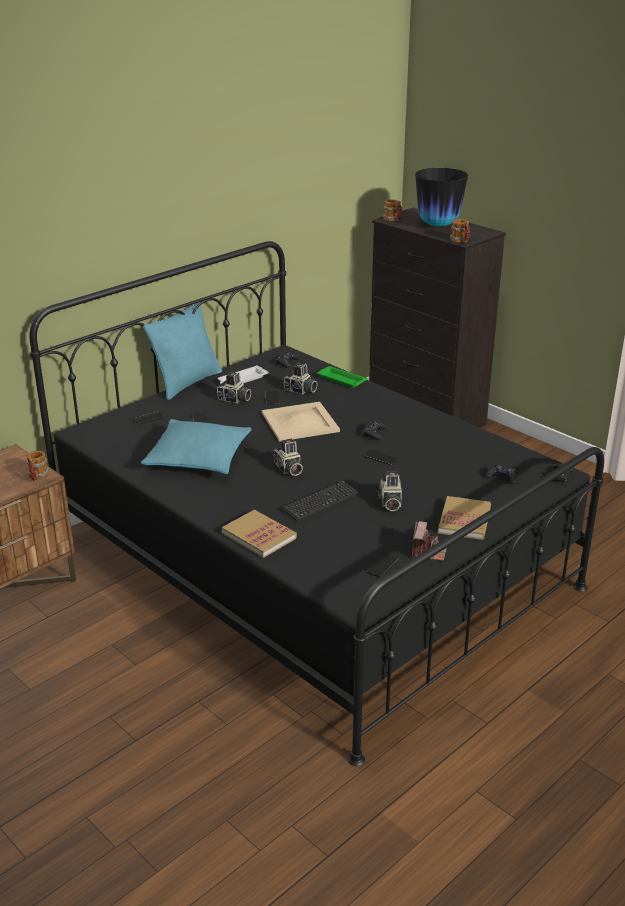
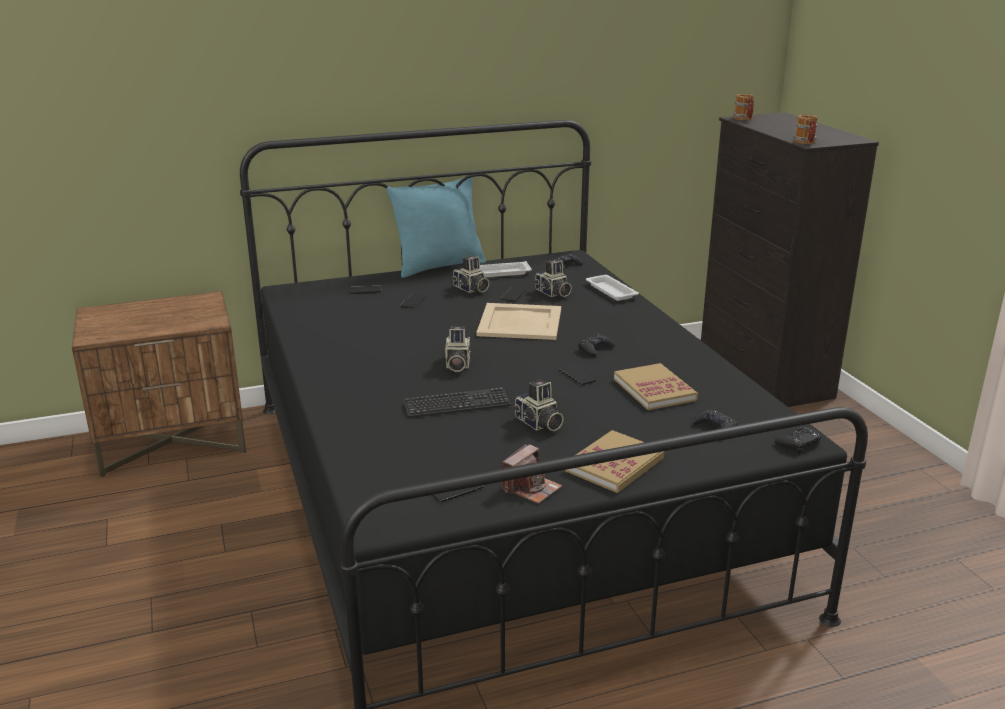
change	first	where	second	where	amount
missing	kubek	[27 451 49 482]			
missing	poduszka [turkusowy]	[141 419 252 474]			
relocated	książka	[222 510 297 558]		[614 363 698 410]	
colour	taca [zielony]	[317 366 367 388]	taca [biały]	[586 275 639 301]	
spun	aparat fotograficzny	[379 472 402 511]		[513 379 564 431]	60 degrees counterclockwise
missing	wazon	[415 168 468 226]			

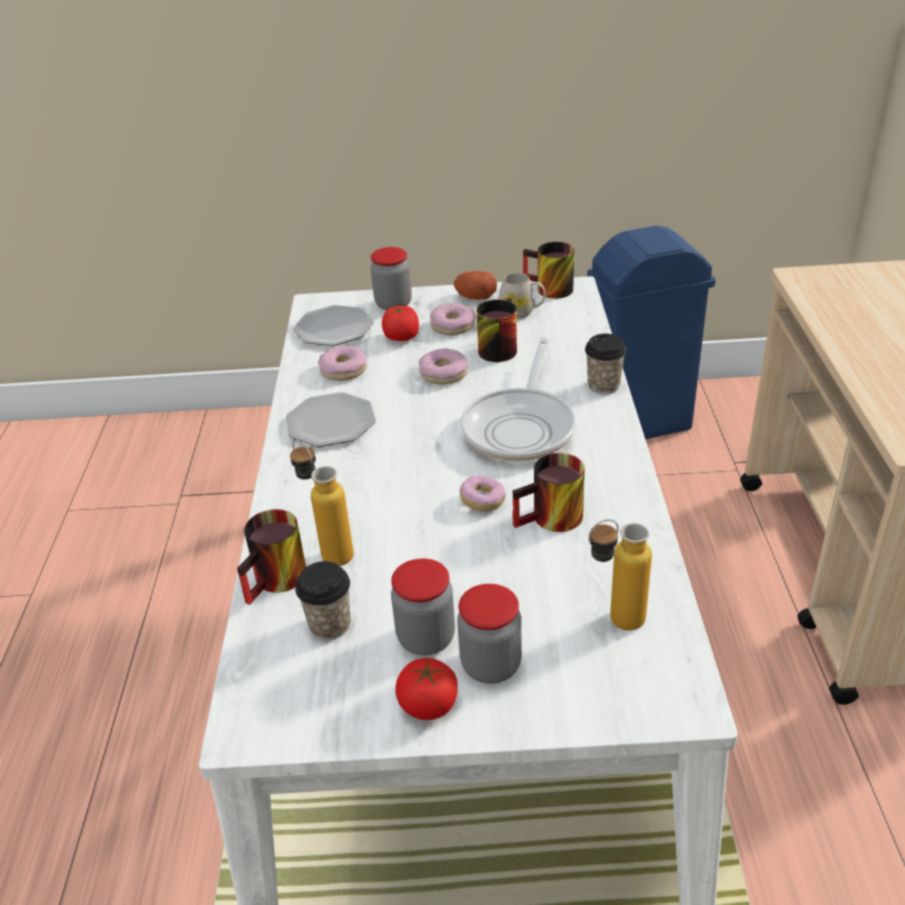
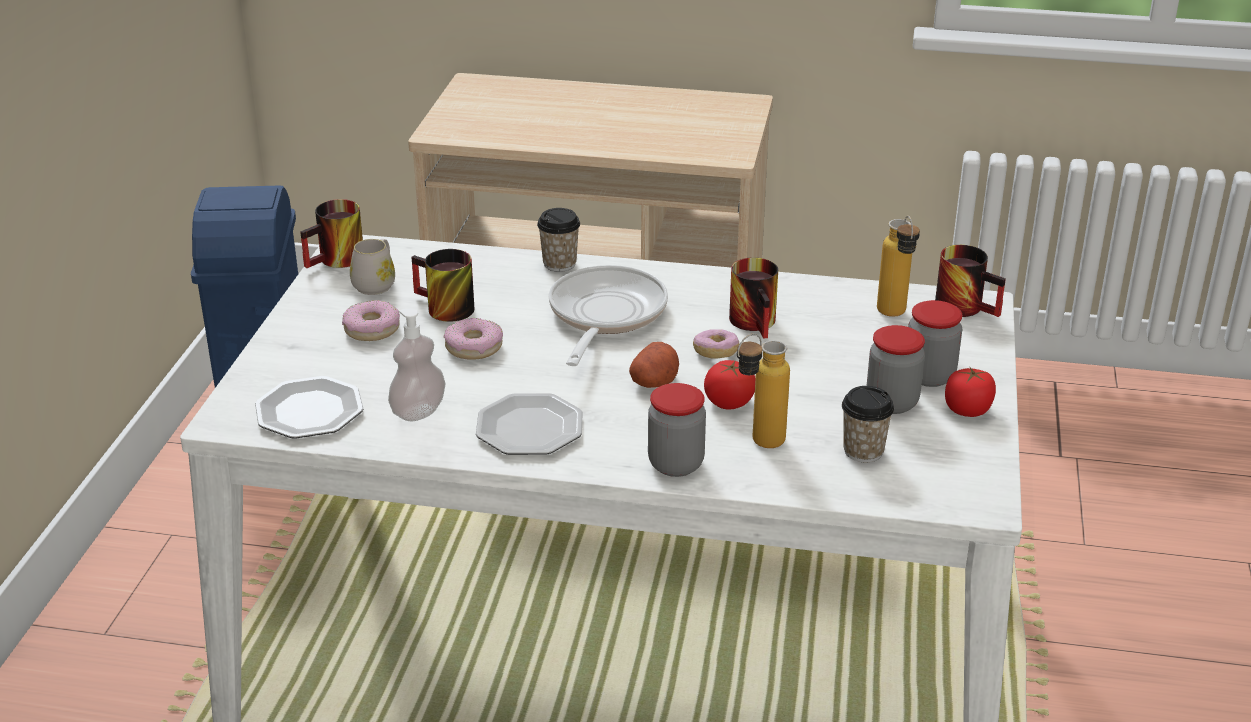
change	first	where	second	where	amount
relocated	kubek	[237 509 306 605]		[935 245 1006 317]	
exchanged	donut	[318 346 367 381]	dozownik mydła	[388 309 446 421]	
relocated	słoik	[371 247 412 311]		[648 383 706 477]	
relocated	pomidor	[382 306 419 341]		[704 360 755 410]	
relocated	ziemniak	[454 271 497 300]		[629 342 679 388]	
spun	patelnia	[461 337 576 462]		[549 265 668 366]	105 degrees counterclockwise

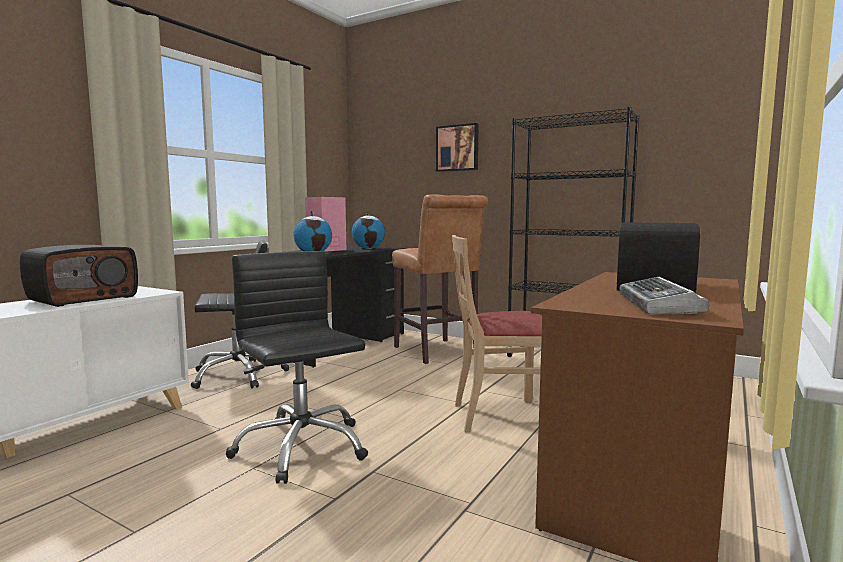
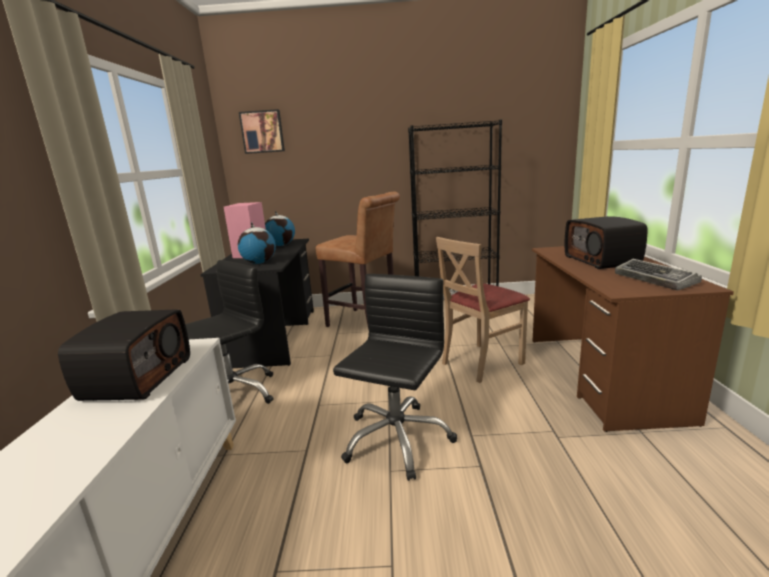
change	first	where	second	where	amount
spun	krzesło biurowe [czarny]	[226 251 368 484]		[333 274 457 481]	90 degrees clockwise
relocated	obraz	[436 123 479 172]		[239 109 285 154]	

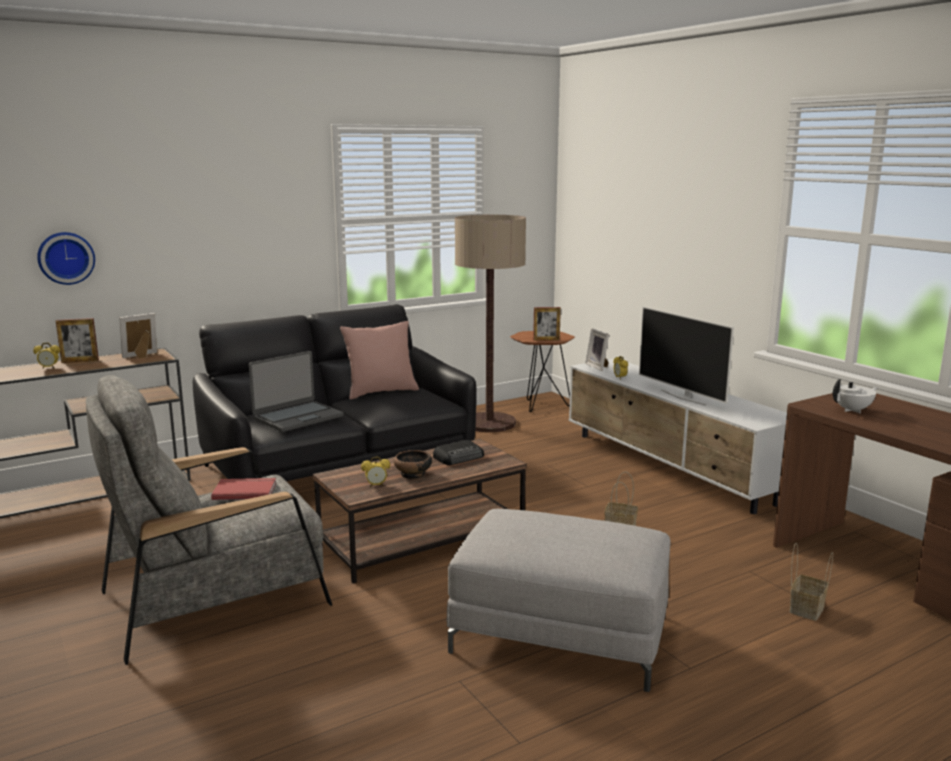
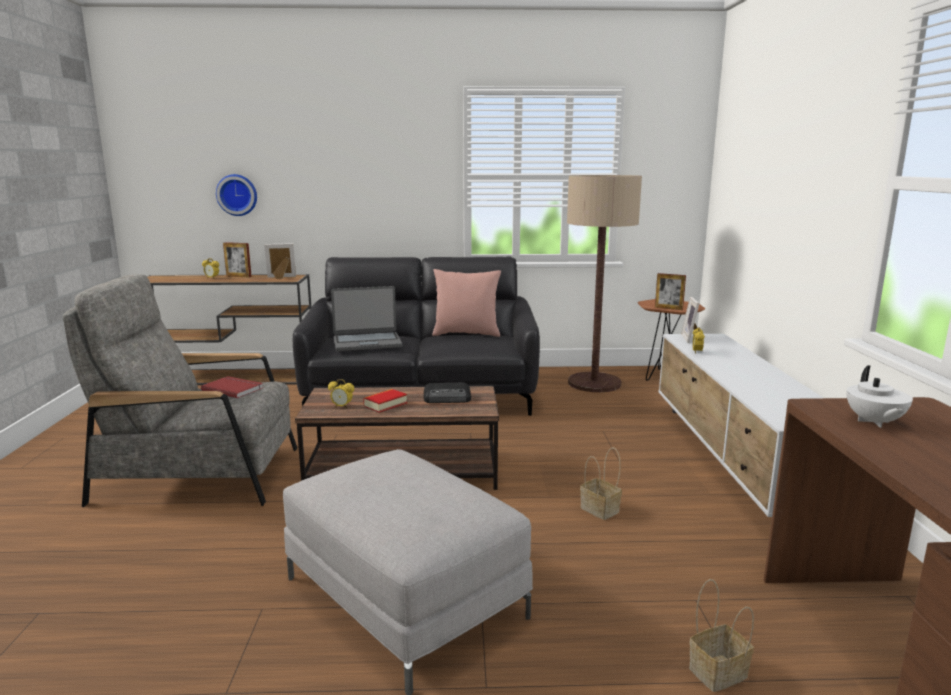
change	first	where	second	where	amount
exchanged	miska	[394 450 432 479]	książka	[363 389 407 413]	
missing	telewizor	[639 306 734 406]			
spun	imbryk [biały]	[833 379 878 413]		[846 365 913 428]	90 degrees clockwise

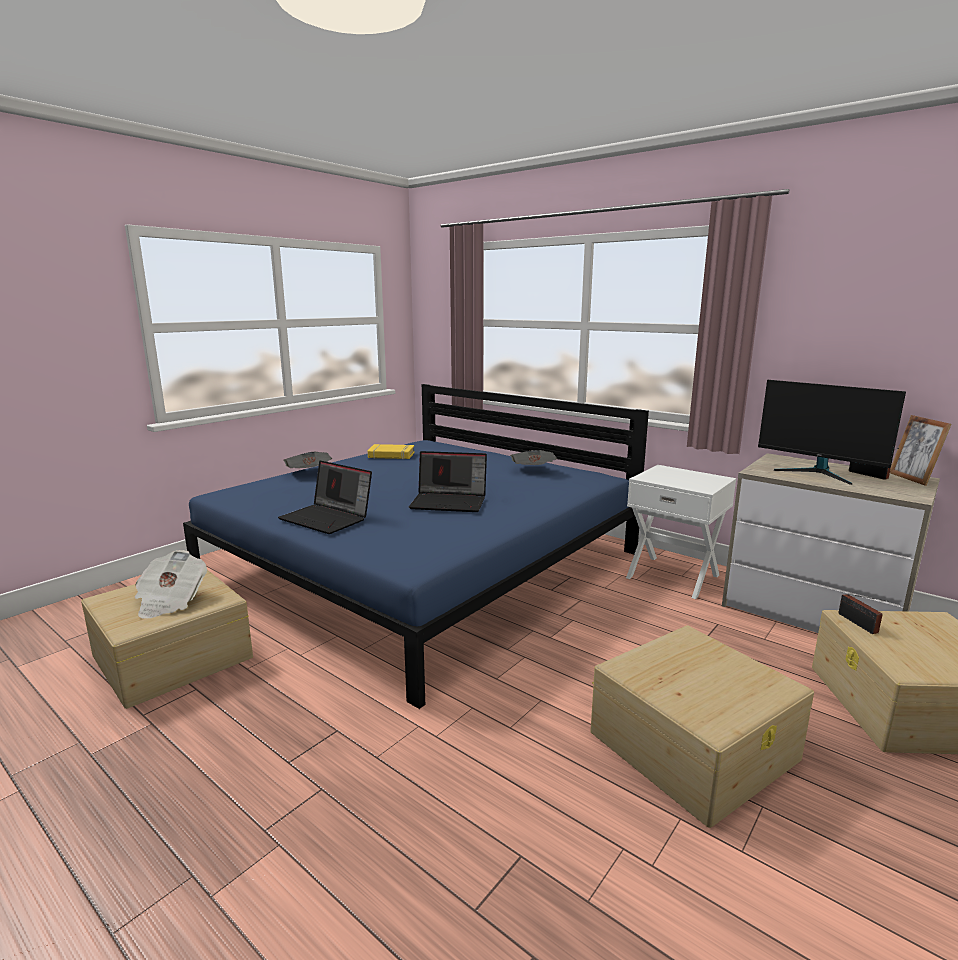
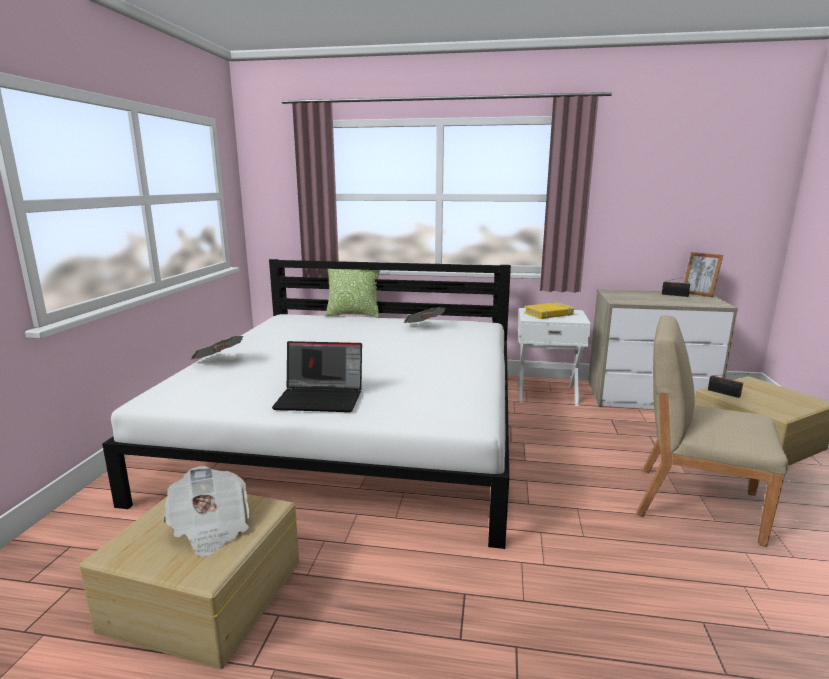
change	first	where	second	where	amount
colour	łóżko [niebieski]	[183 384 649 709]	łóżko [biały]	[102 259 511 549]	
relocated	książka [żółty]	[368 444 415 459]		[524 302 574 319]	
missing	laptop	[409 451 487 512]			
exchanged	pojemnik do przechowywania [beżowy]	[591 625 814 828]	krzesło [beżowy]	[636 315 788 547]	
missing	monitor	[758 380 906 485]			
appeared			poduszka	[325 269 380 317]	

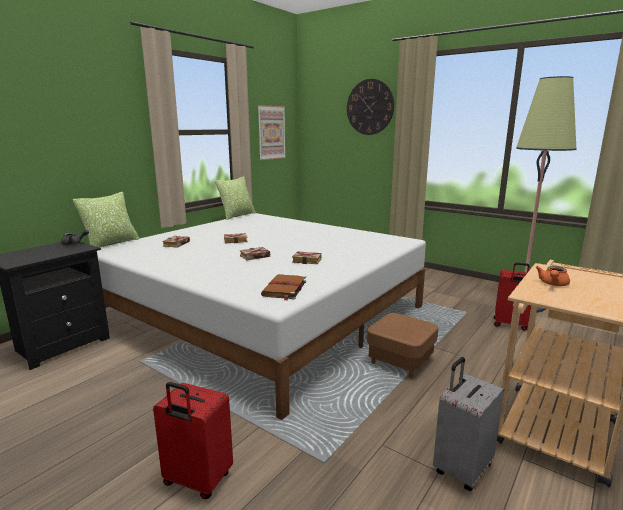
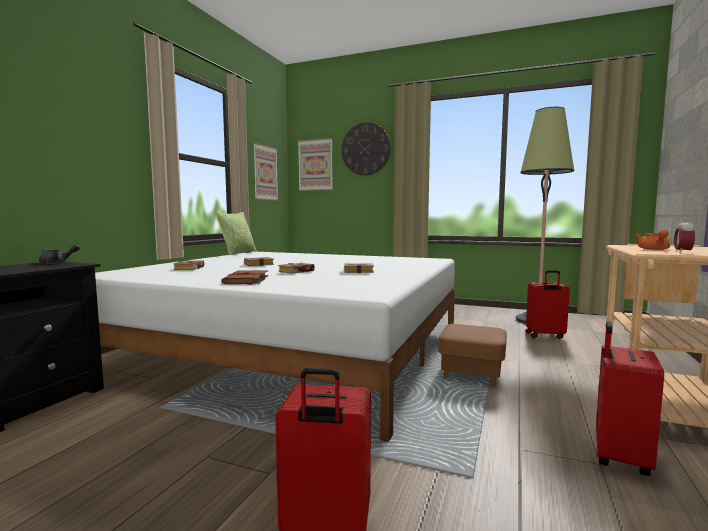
change	first	where	second	where	amount
missing	poduszka	[73 192 139 248]			
relocated	książka [brązowy]	[261 274 306 301]		[221 270 268 285]	
colour	walizka [szary]	[433 357 504 491]	walizka [czerwony]	[596 321 664 476]	
appeared			obraz	[298 138 333 191]	
appeared			budzik	[674 218 695 252]	

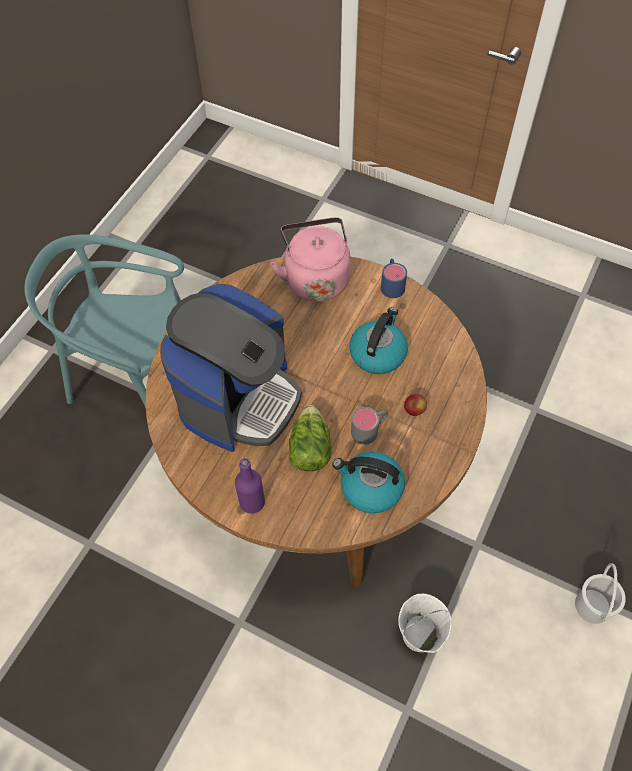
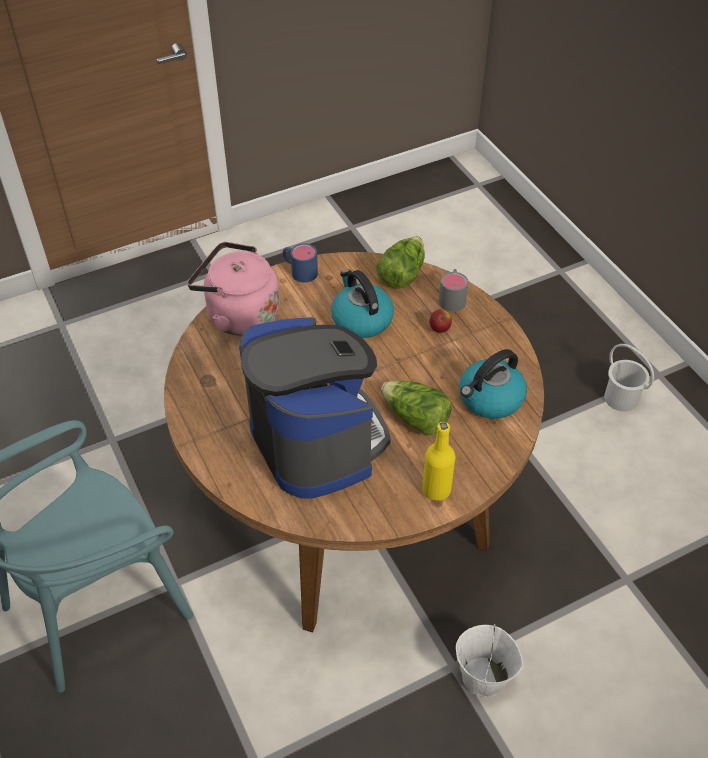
change	first	where	second	where	amount
colour	butelka [fioletowy]	[235 458 265 514]	butelka [żółty]	[423 422 455 501]	
relocated	kubek [szary]	[351 407 388 445]		[439 269 468 312]	
relocated	wiadro [biały]	[398 594 451 653]		[456 624 523 697]	
appeared			sałata	[376 236 425 289]	

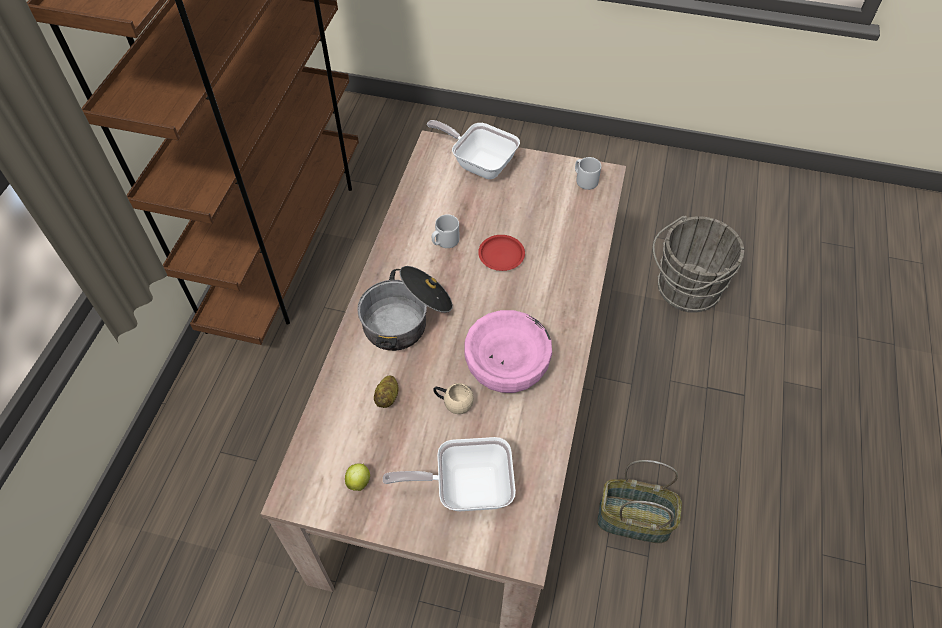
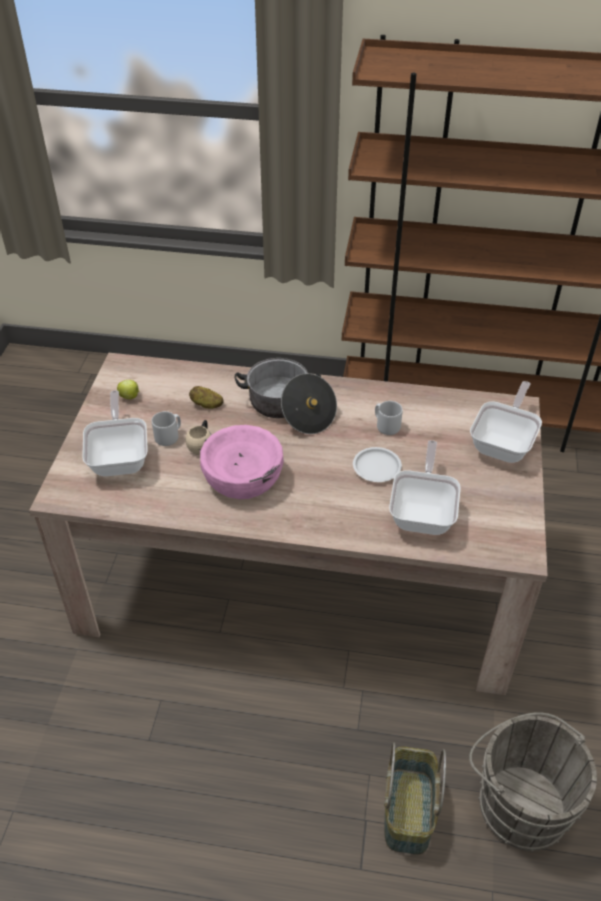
change	first	where	second	where	amount
colour	talerz [czerwony]	[478 235 525 271]	talerz [biały]	[353 447 402 482]	
relocated	kubek [szary]	[575 157 601 190]		[152 411 181 446]	
relocated	koszyk	[597 460 682 543]		[384 742 446 855]	
appeared			patelnia	[389 440 461 535]	

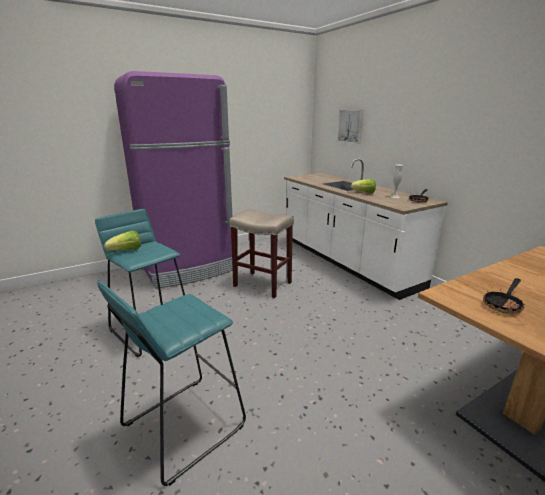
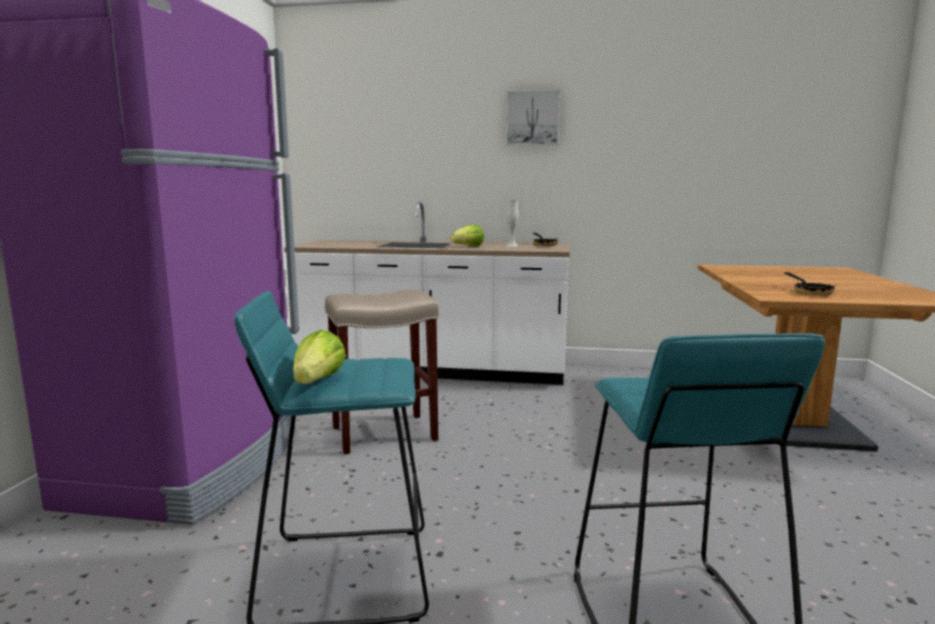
change	first	where	second	where	amount
relocated	obraz	[337 110 364 144]		[506 90 560 146]	

